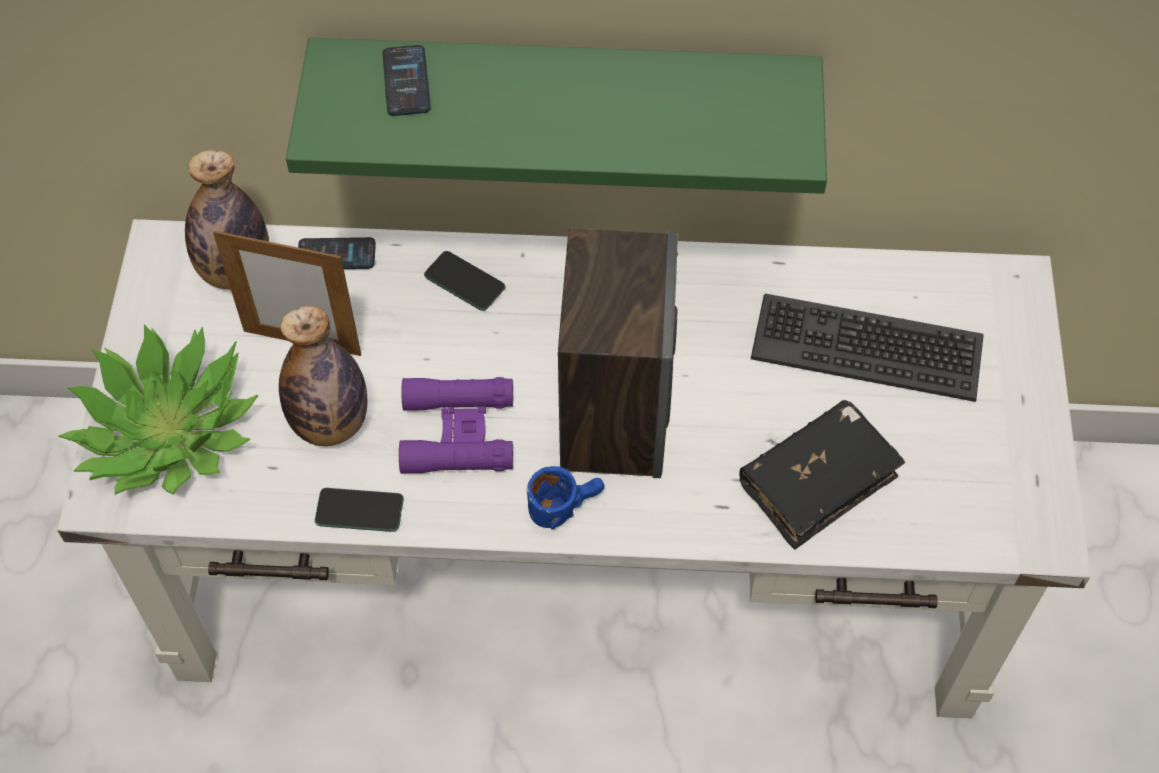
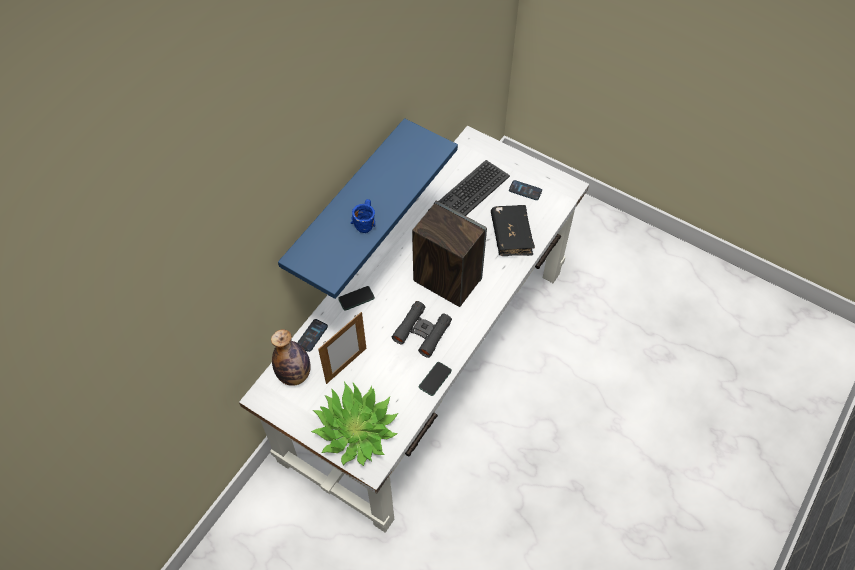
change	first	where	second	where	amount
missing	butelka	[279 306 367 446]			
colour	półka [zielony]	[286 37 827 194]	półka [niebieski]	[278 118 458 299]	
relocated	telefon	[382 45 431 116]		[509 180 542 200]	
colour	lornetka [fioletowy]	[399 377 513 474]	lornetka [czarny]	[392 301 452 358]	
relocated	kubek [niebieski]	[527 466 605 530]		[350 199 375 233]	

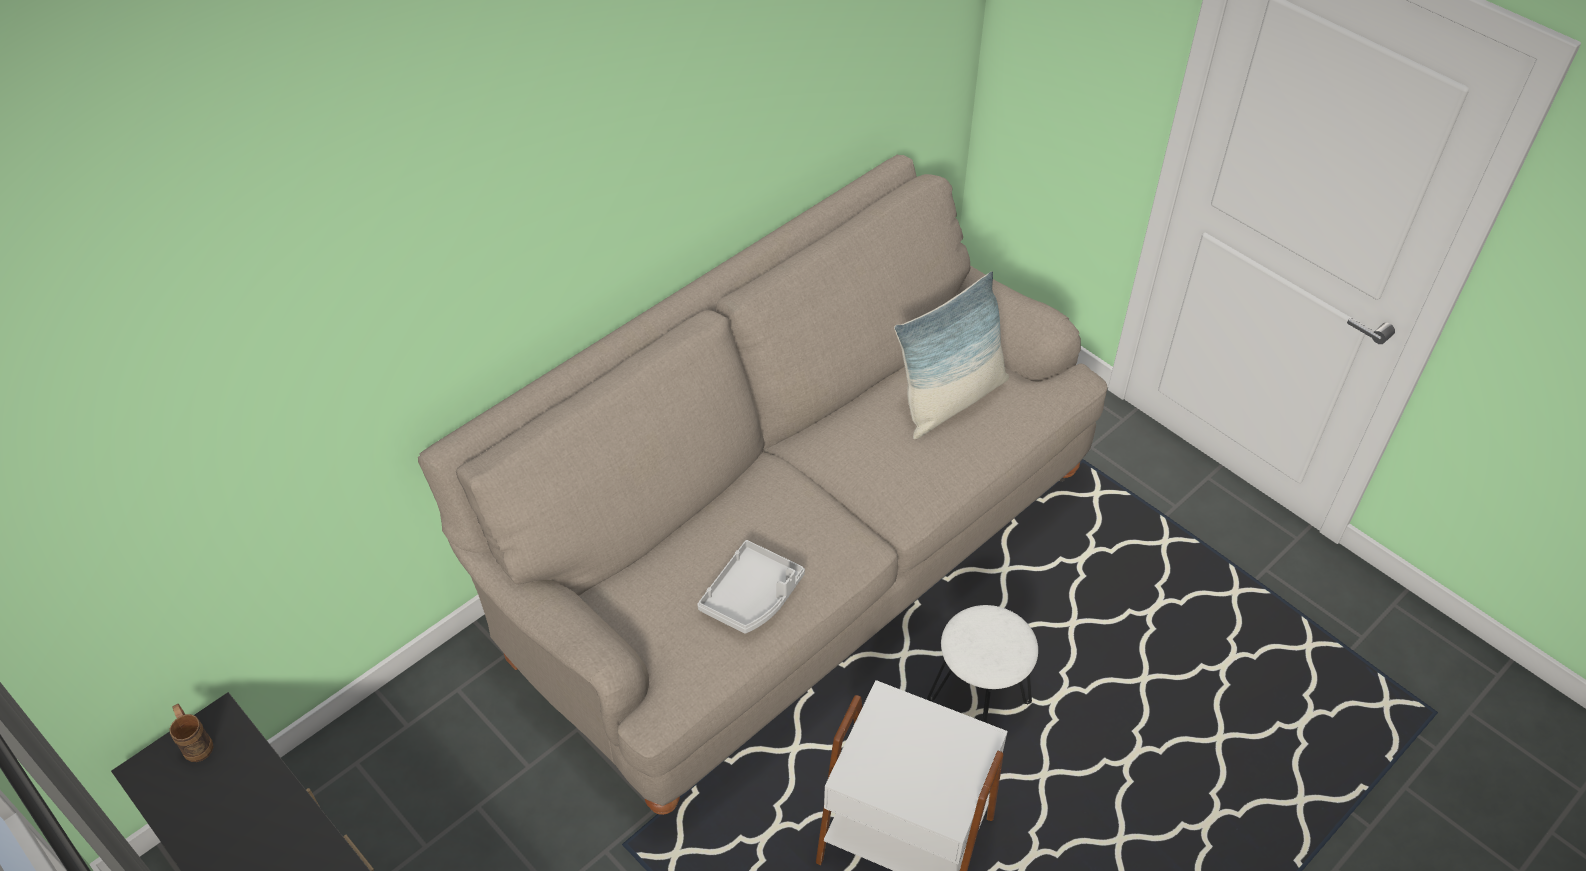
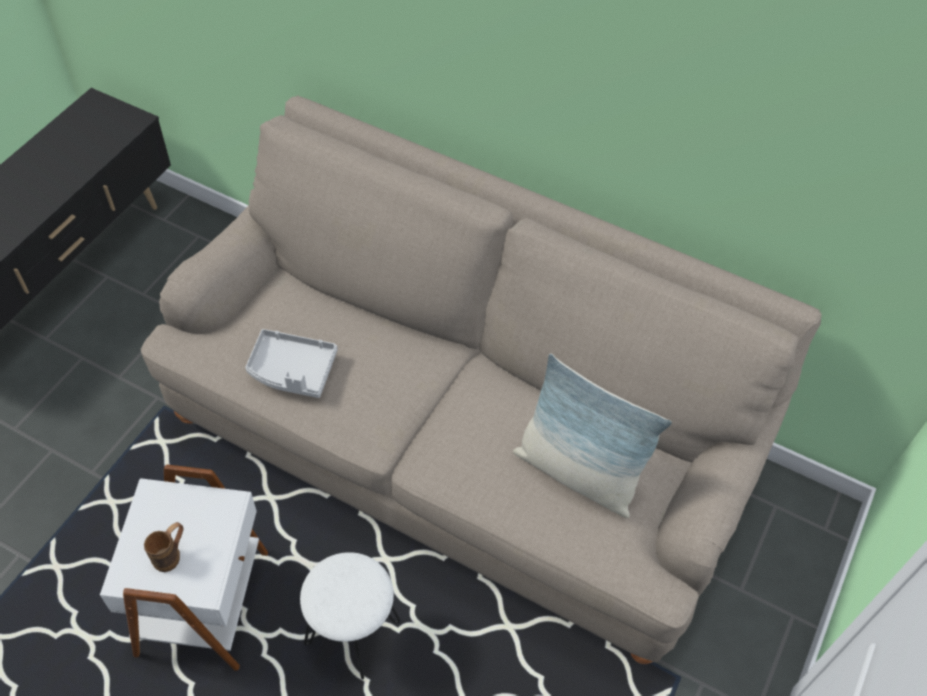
change	first	where	second	where	amount
relocated	kubek [brązowy]	[169 704 213 762]		[144 522 183 572]	

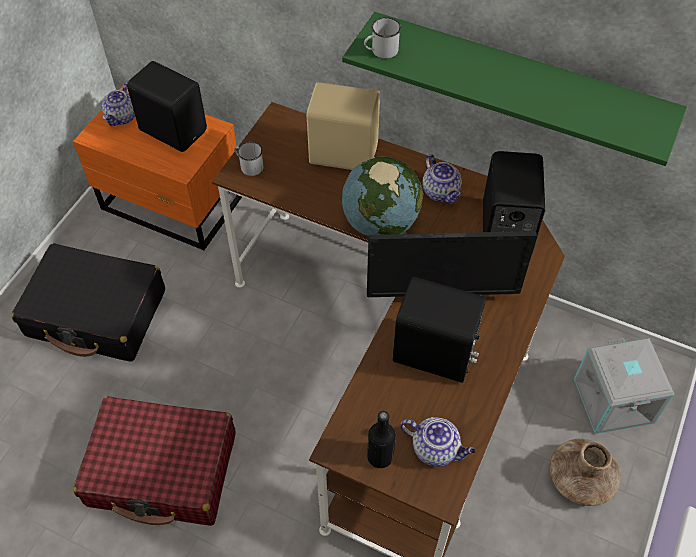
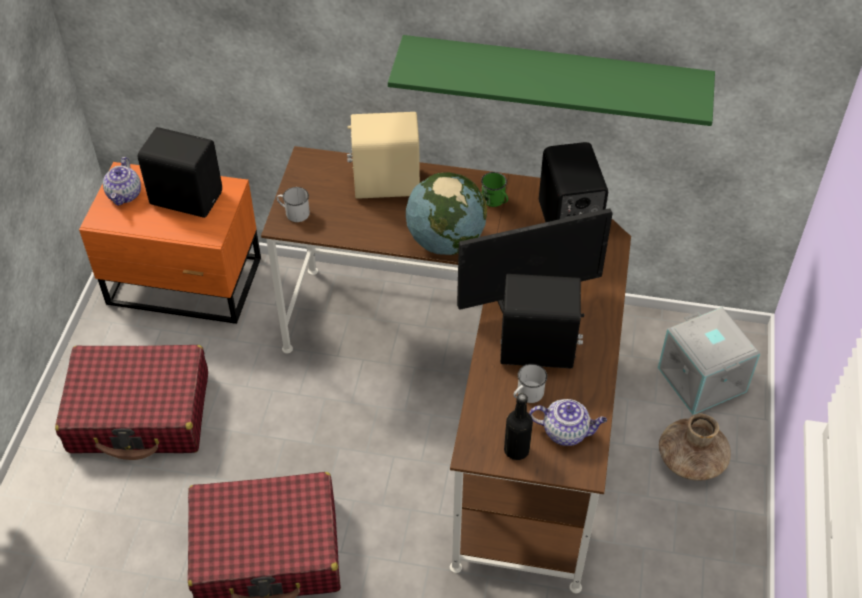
change	first	where	second	where	amount
colour	walizka [czarny]	[12 243 165 362]	walizka [czerwony]	[55 345 208 460]	
relocated	kubek [biały]	[364 18 401 59]		[513 364 547 403]	
exchanged	imbryk	[422 154 462 204]	kubek [zielony]	[481 172 508 207]	

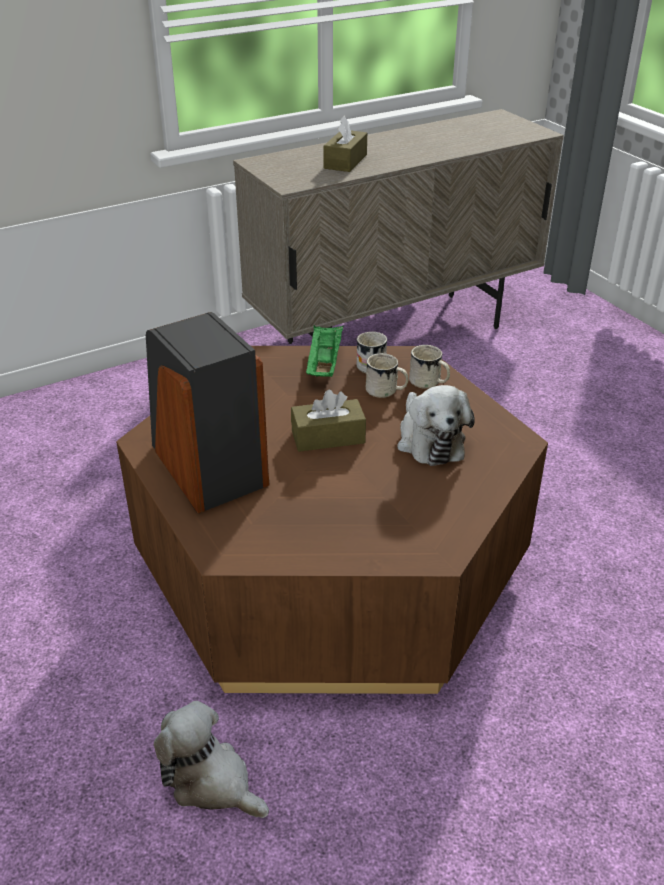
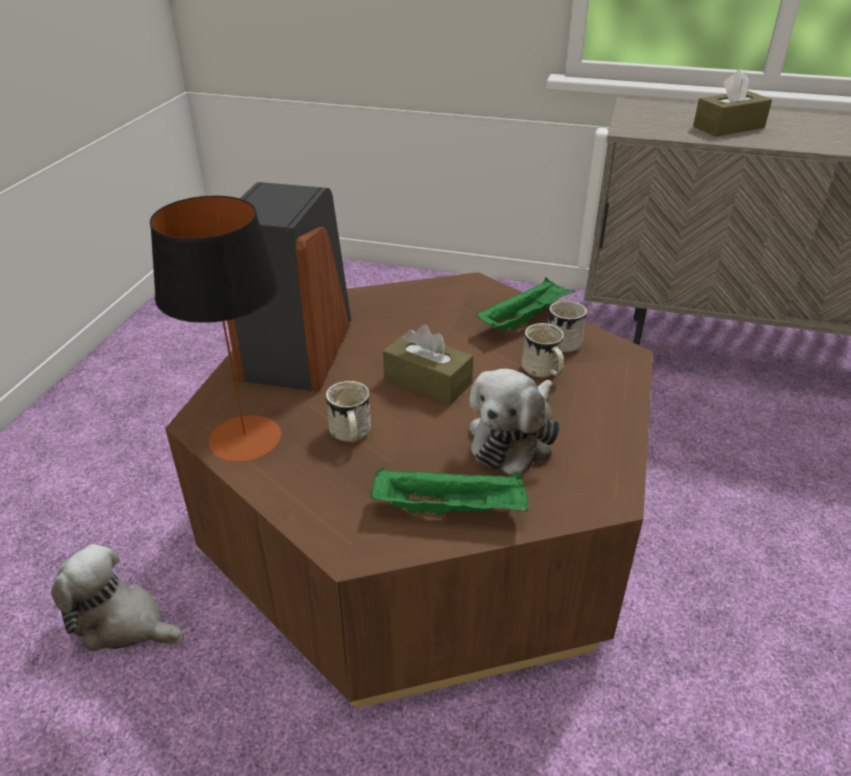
change	first	where	second	where	amount
spun	pluszak	[154 701 269 818]		[51 544 183 651]	60 degrees counterclockwise
relocated	kubek [biały]	[409 345 450 389]		[326 381 371 443]	
appeared			lampa stołowa	[150 196 281 462]	
appeared			taca [zielony]	[371 468 529 518]	

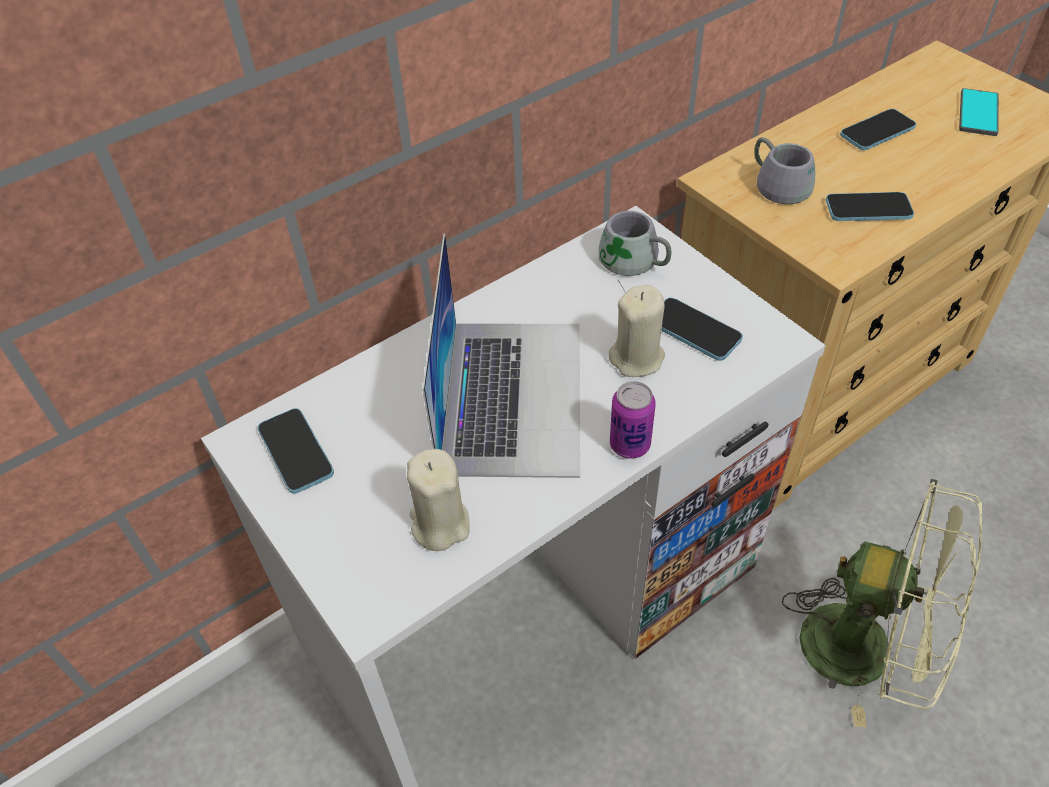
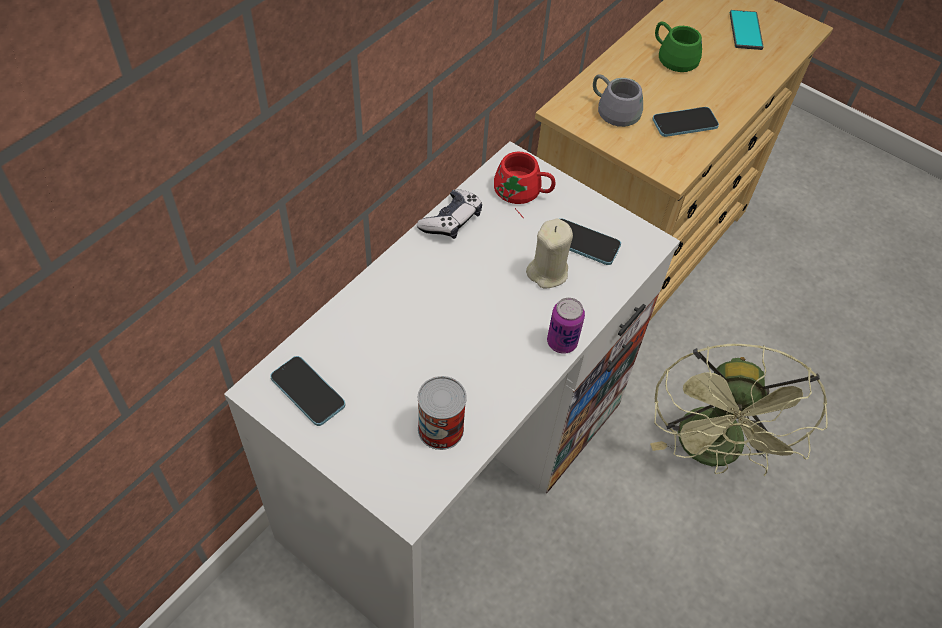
change	first	where	second	where	amount
exchanged	świeca [beżowy]	[407 449 470 551]	puszka	[418 376 467 450]	
missing	laptop	[422 234 580 478]			
colour	kubek [szary]	[598 211 671 292]	kubek [czerwony]	[494 152 555 218]	
spun	wentylator [zielony]	[782 479 982 727]		[650 344 828 476]	90 degrees clockwise
exchanged	telefon	[840 109 916 150]	kubek [zielony]	[655 22 702 72]	
appeared			pad do gier	[417 189 482 239]	

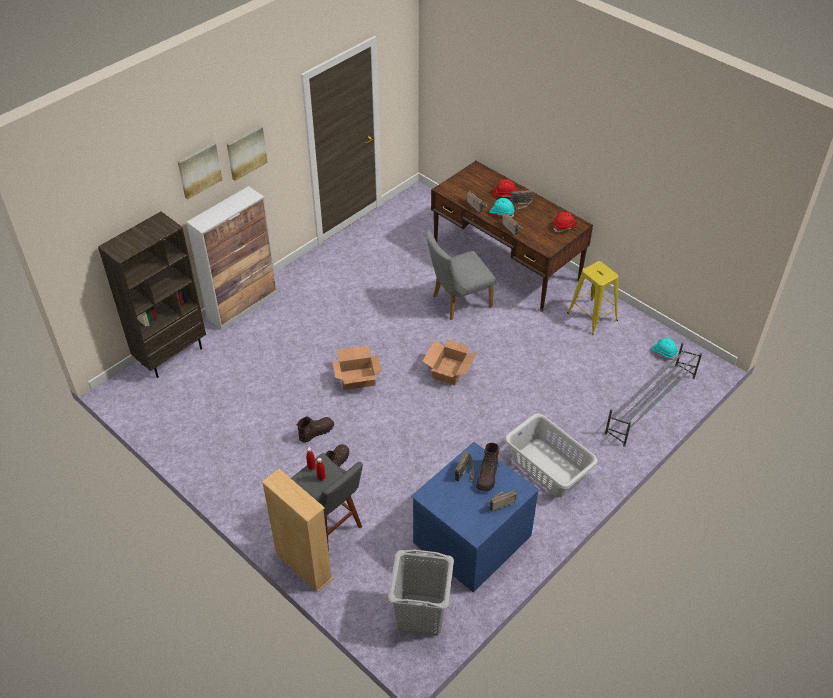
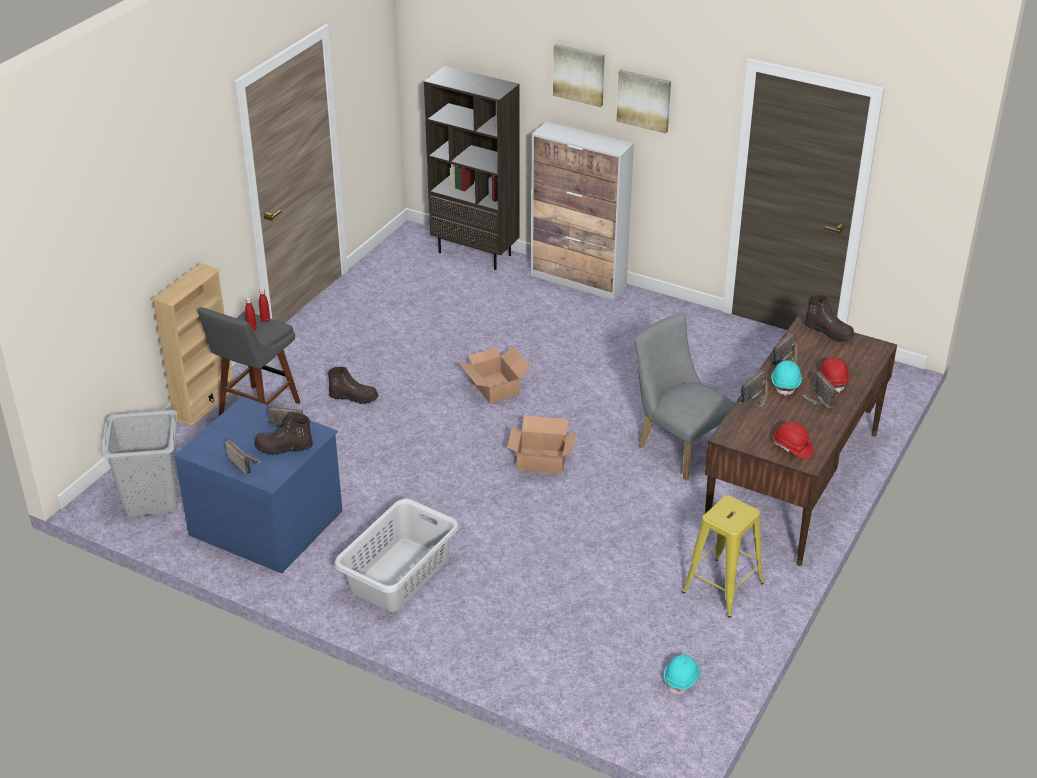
change	first	where	second	where	amount
relocated	but z cholewką [brązowy]	[297 416 334 443]		[804 295 855 342]	
missing	regał na buty [szary]	[605 342 702 447]			

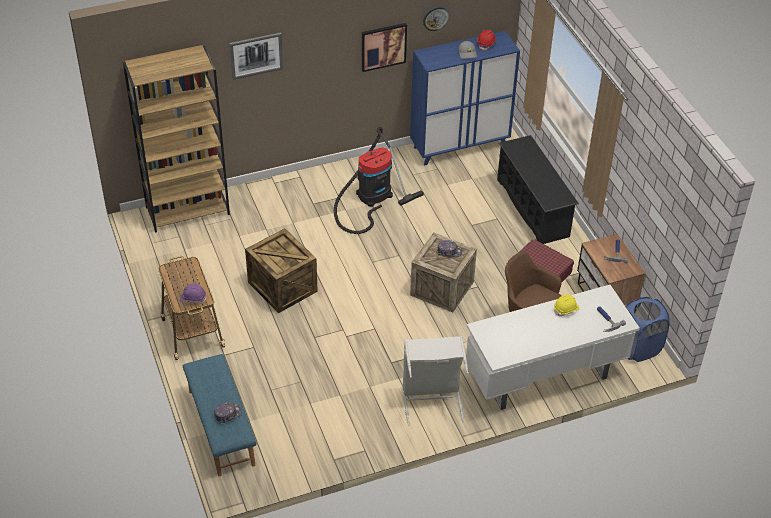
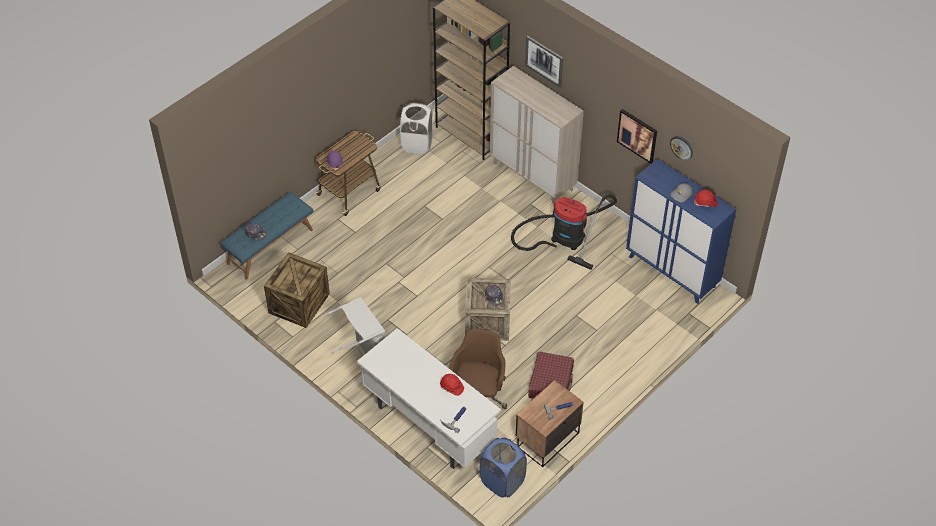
change	first	where	second	where	amount
relocated	skrzynka	[245 228 318 313]		[264 252 330 328]	
missing	regał na buty [czarny]	[497 135 579 244]			
colour	kask [żółty]	[554 295 579 316]	kask [czerwony]	[440 374 464 396]	
appeared			kosz na pranie [biały]	[400 103 433 154]	
appeared			szafka [beżowy]	[490 66 584 204]	

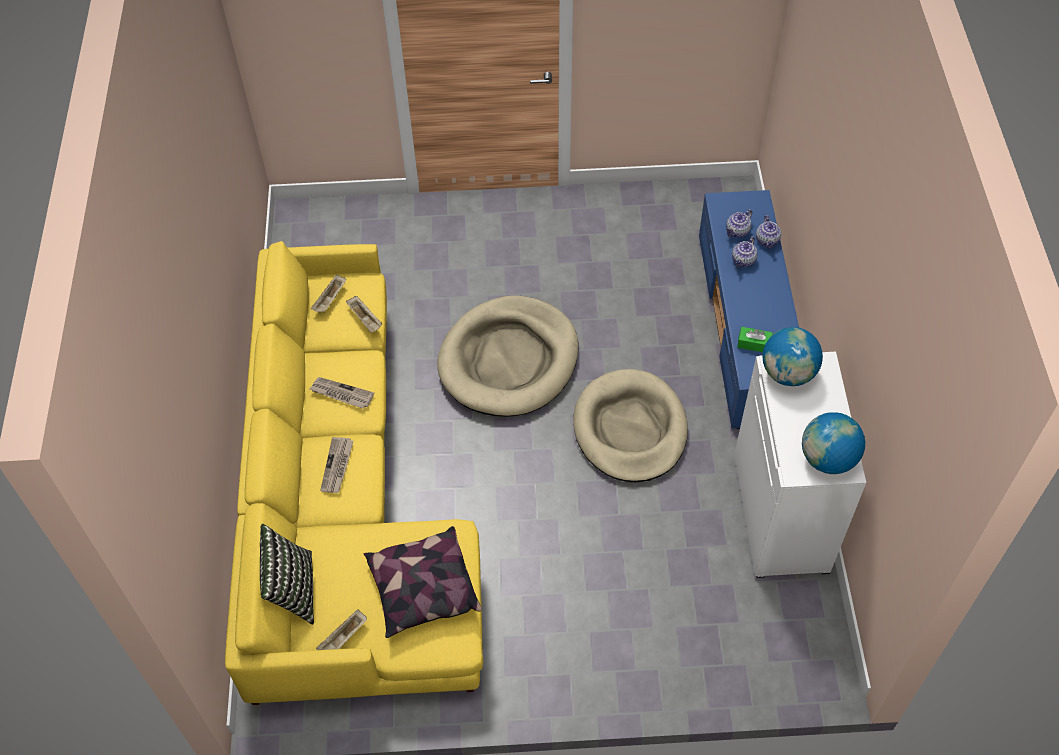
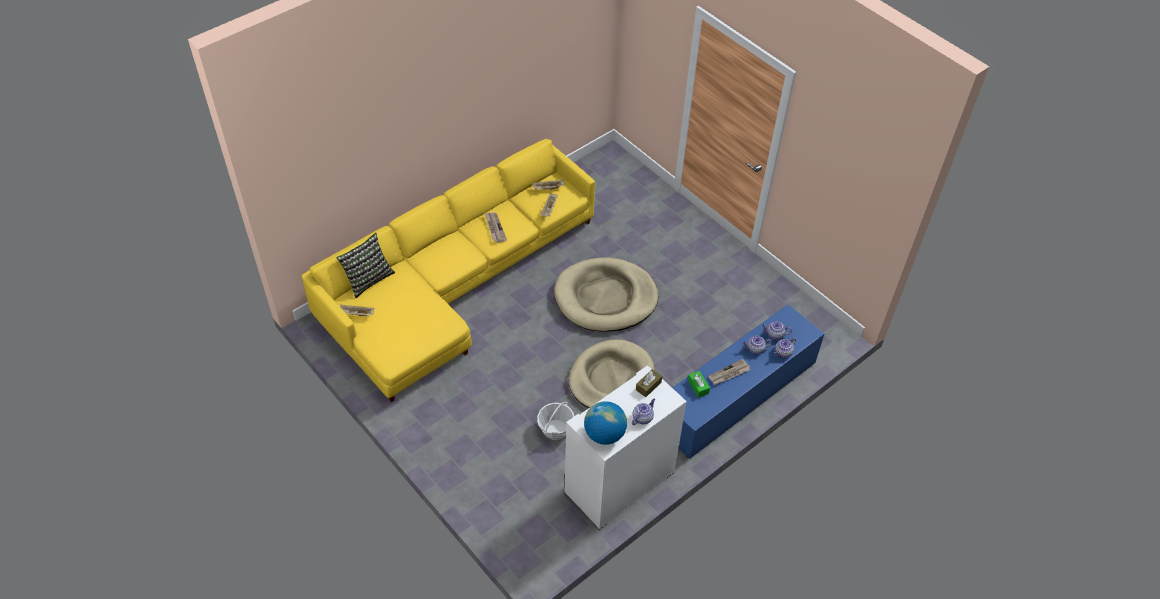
change	first	where	second	where	amount
relocated	gazeta	[320 437 354 493]		[708 359 750 385]	
missing	poduszka	[364 526 482 638]			
exchanged	globus	[762 327 823 386]	pudełko chusteczek [brązowy]	[636 369 662 397]	
appeared			koszyk	[537 402 574 440]	
appeared			imbryk	[632 399 655 425]	

